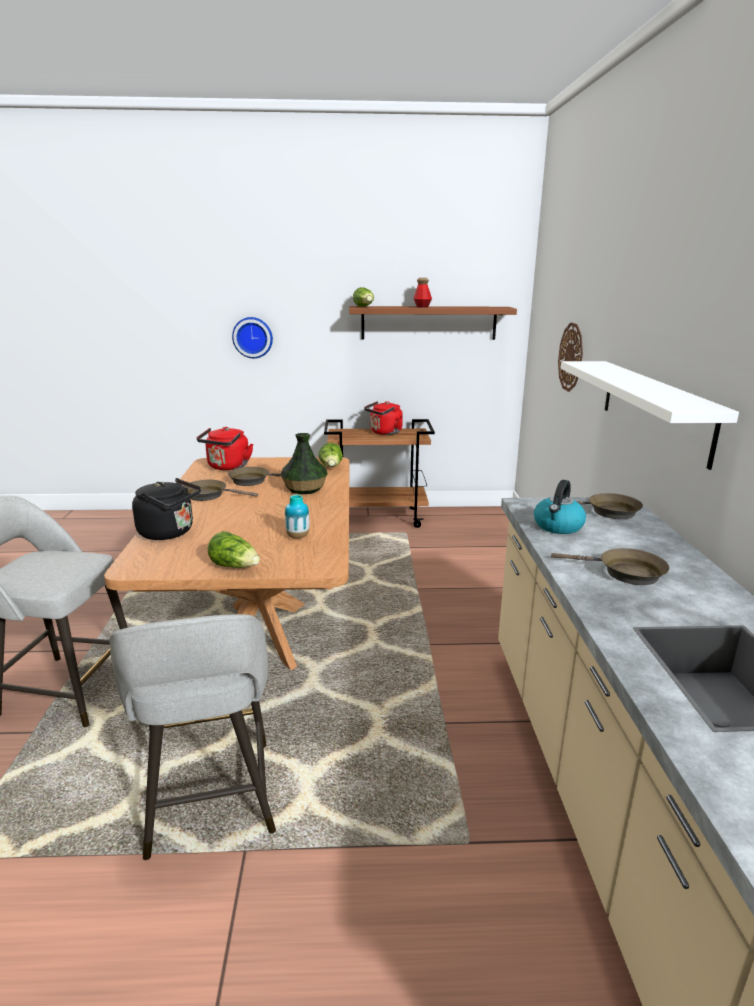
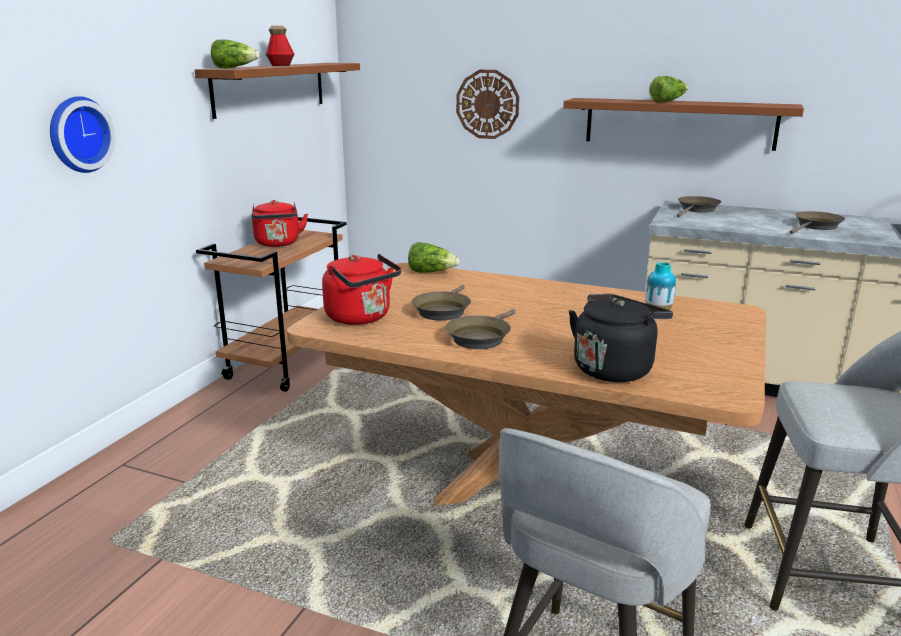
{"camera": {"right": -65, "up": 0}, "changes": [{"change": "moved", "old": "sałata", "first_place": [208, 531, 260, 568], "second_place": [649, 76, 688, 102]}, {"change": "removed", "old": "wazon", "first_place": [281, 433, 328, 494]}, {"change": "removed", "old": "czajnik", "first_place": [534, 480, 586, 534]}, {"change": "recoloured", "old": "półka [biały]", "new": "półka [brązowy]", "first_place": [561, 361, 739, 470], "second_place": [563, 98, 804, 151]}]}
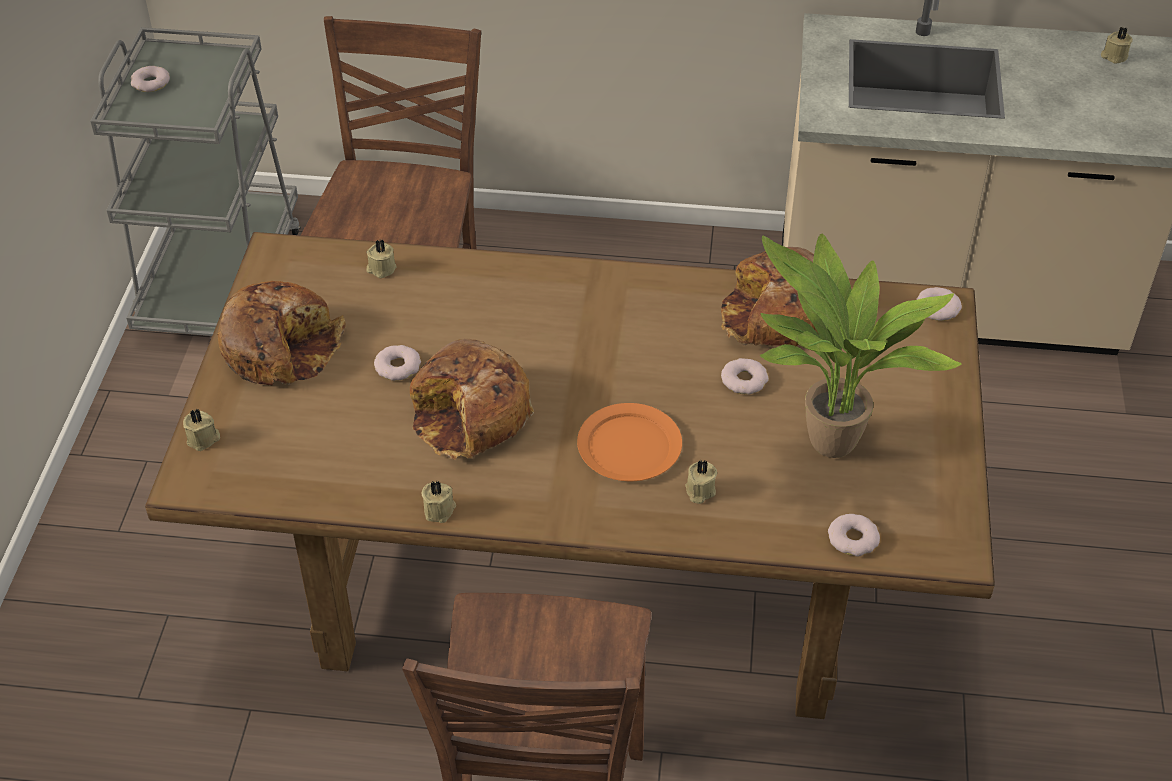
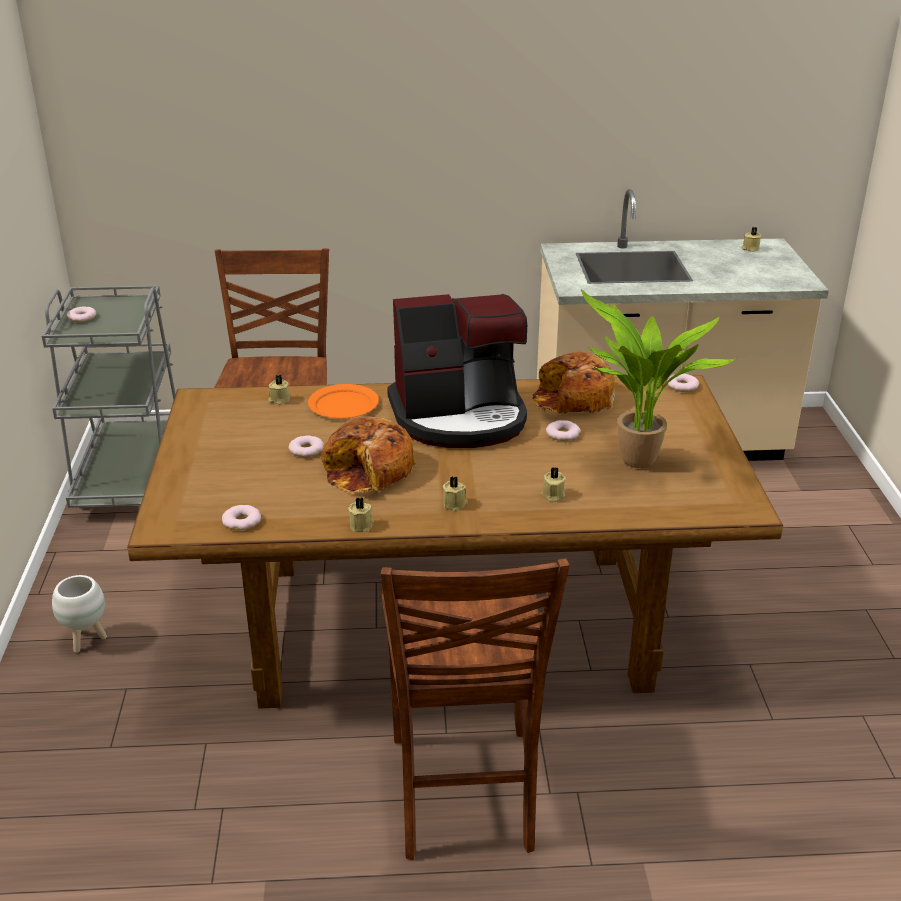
{"camera": {"right": -10, "up": -15}, "changes": [{"change": "moved", "old": "świeca [beżowy]", "first_place": [183, 409, 220, 451], "second_place": [443, 476, 468, 511]}, {"change": "removed", "old": "chleb", "first_place": [217, 281, 346, 385]}, {"change": "moved", "old": "talerz [pomarańczowy]", "first_place": [577, 403, 682, 481], "second_place": [308, 384, 379, 419]}, {"change": "moved", "old": "donut", "first_place": [828, 514, 880, 557], "second_place": [222, 505, 261, 530]}, {"change": "added", "new": "donica [biały]", "second_place": [52, 575, 107, 653]}, {"change": "added", "new": "ekspres do kawy", "second_place": [387, 294, 527, 448]}]}
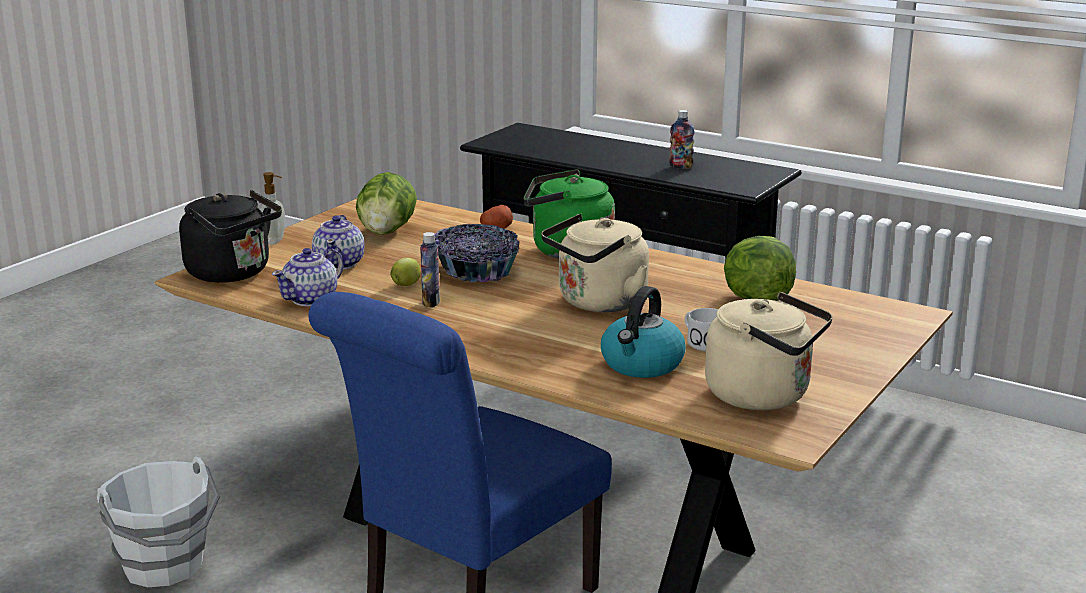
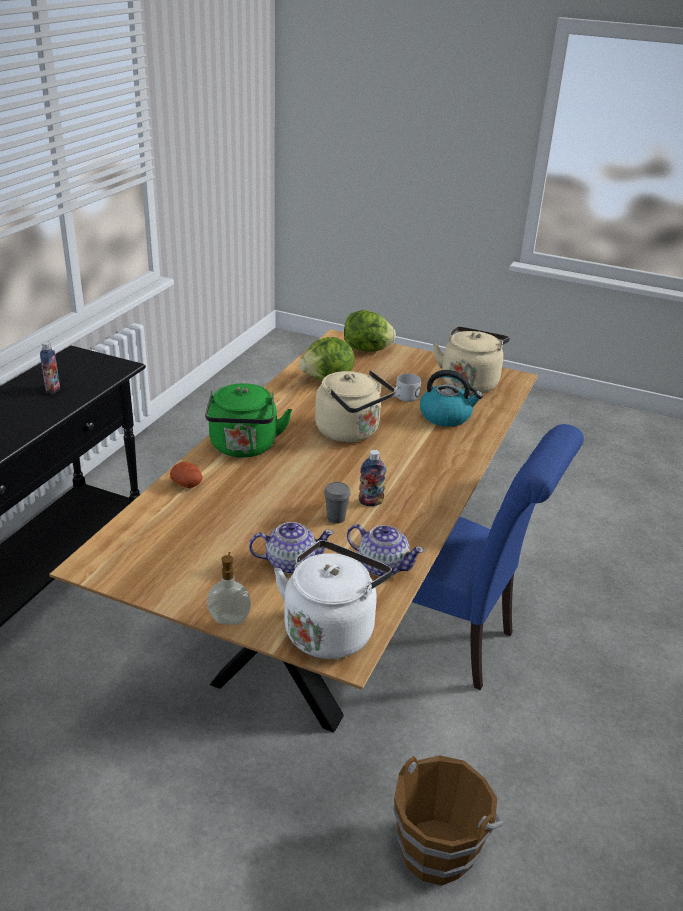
{"camera": {"right": -100, "up": 10}, "changes": [{"change": "recoloured", "old": "wiadro [biały]", "new": "wiadro [brązowy]", "first_place": [97, 456, 220, 587], "second_place": [393, 755, 504, 886]}, {"change": "recoloured", "old": "czajnik [czarny]", "new": "czajnik [biały]", "first_place": [179, 190, 282, 283], "second_place": [274, 540, 392, 659]}, {"change": "moved", "old": "sałata", "first_place": [356, 172, 417, 235], "second_place": [344, 310, 396, 352]}, {"change": "replaced", "old": "jabłko", "new": "filiżanka [szary]", "first_place": [391, 258, 420, 286], "second_place": [324, 482, 351, 524]}, {"change": "removed", "old": "miska", "first_place": [435, 224, 519, 282]}]}
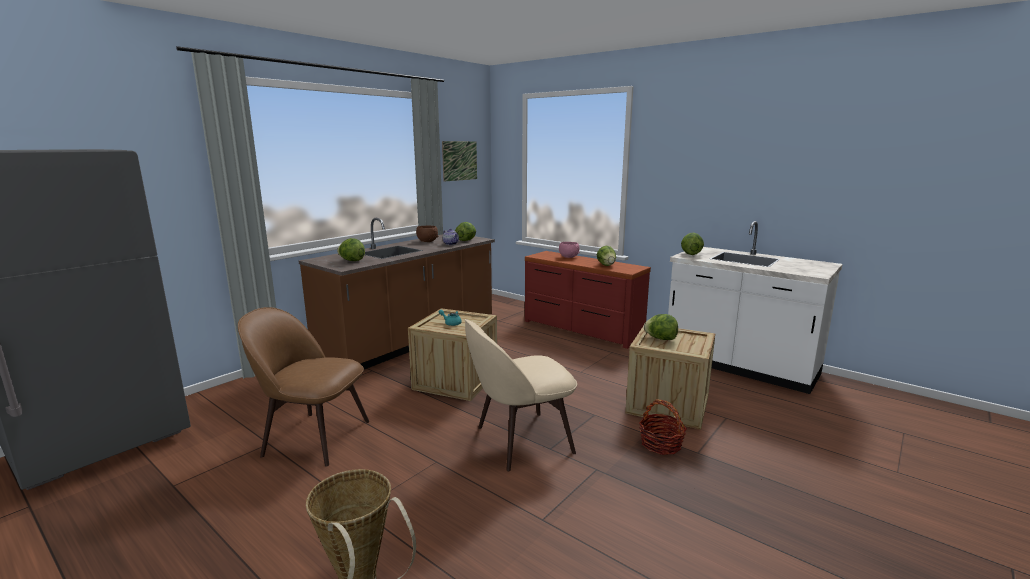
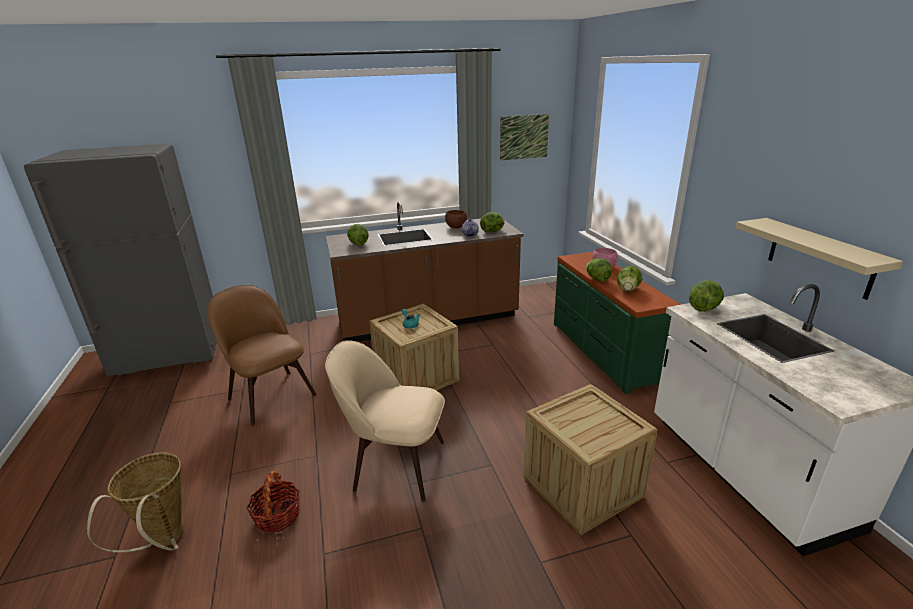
{"camera": {"right": 35, "up": 10}, "changes": [{"change": "recoloured", "old": "komoda [czerwony]", "new": "komoda [zielony]", "first_place": [525, 251, 651, 349], "second_place": [554, 252, 681, 394]}, {"change": "moved", "old": "koszyk", "first_place": [639, 400, 687, 455], "second_place": [247, 470, 300, 533]}, {"change": "moved", "old": "sałata", "first_place": [644, 314, 678, 340], "second_place": [586, 258, 612, 282]}, {"change": "added", "new": "półka [beżowy]", "second_place": [735, 218, 903, 300]}]}
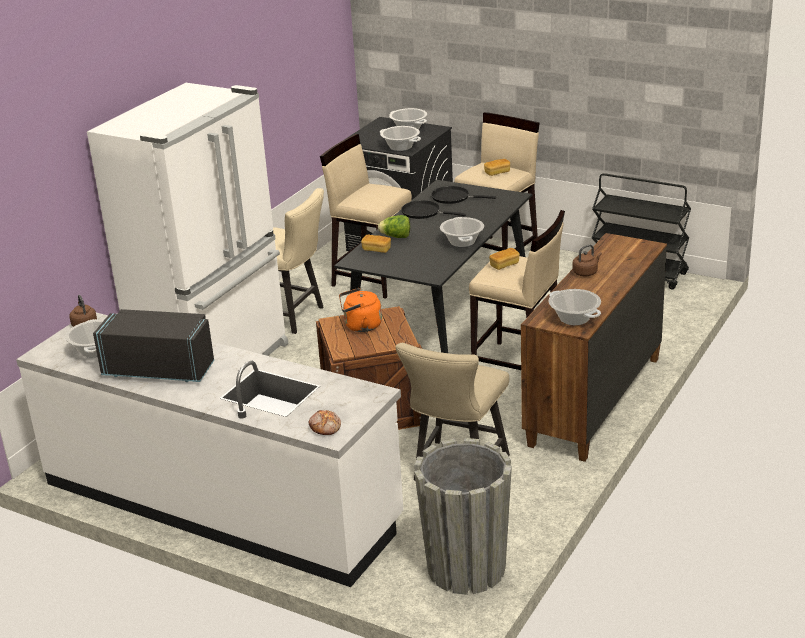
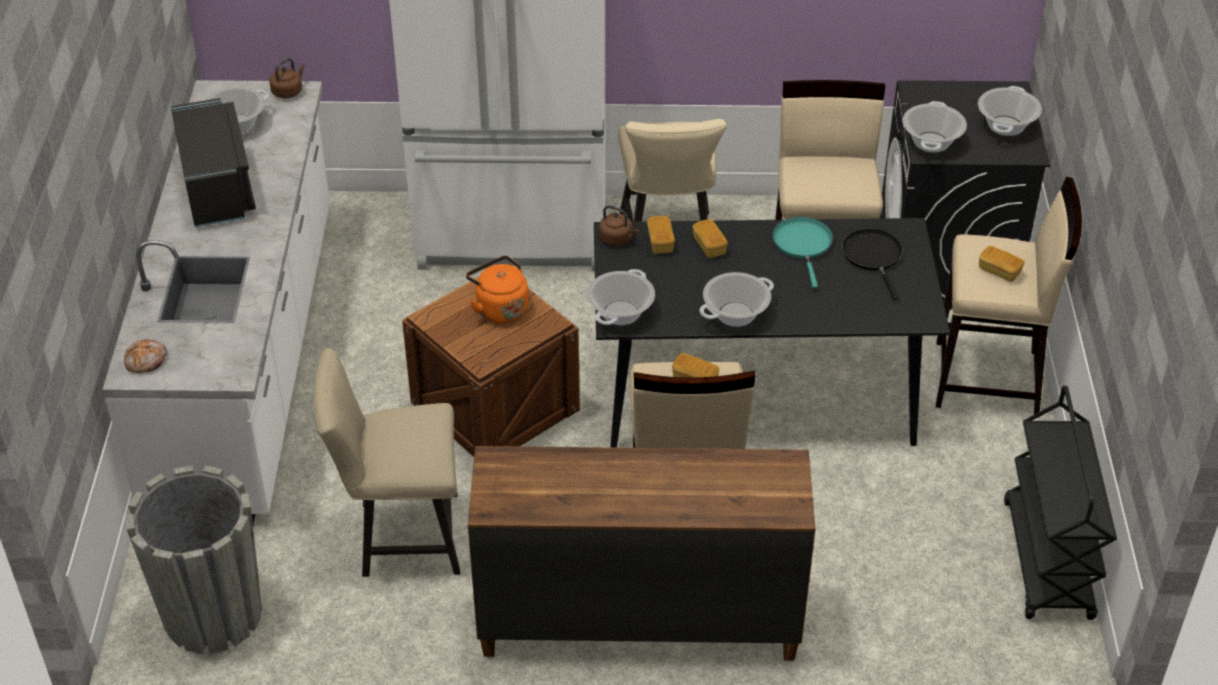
{"camera": {"right": 60, "up": 15}, "changes": [{"change": "replaced", "old": "sałata", "new": "chleb", "first_place": [378, 215, 410, 238], "second_place": [693, 219, 728, 258]}, {"change": "recoloured", "old": "patelnia [czarny]", "new": "patelnia [turkusowy]", "first_place": [401, 200, 466, 219], "second_place": [772, 217, 833, 288]}, {"change": "moved", "old": "garnek", "first_place": [548, 289, 601, 325], "second_place": [587, 269, 655, 325]}, {"change": "moved", "old": "czajnik [brązowy]", "first_place": [572, 244, 602, 276], "second_place": [599, 205, 639, 245]}]}
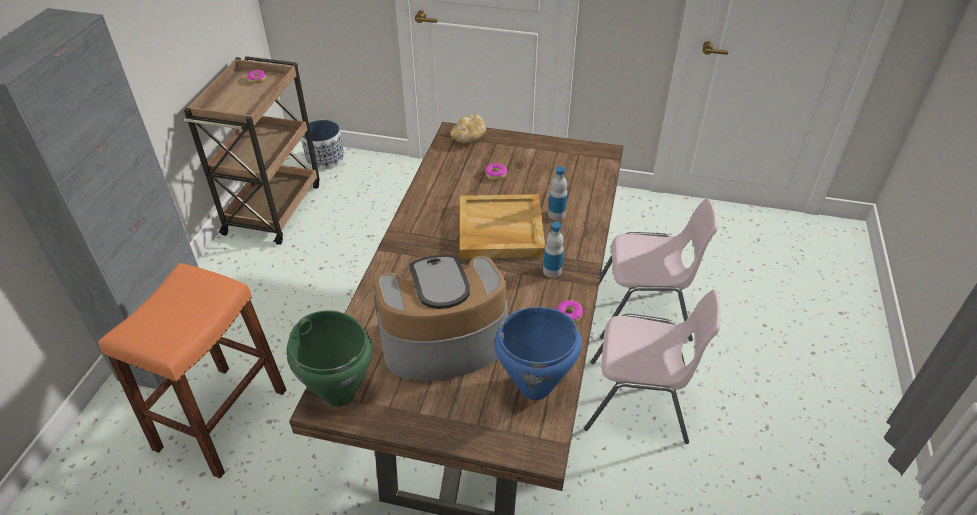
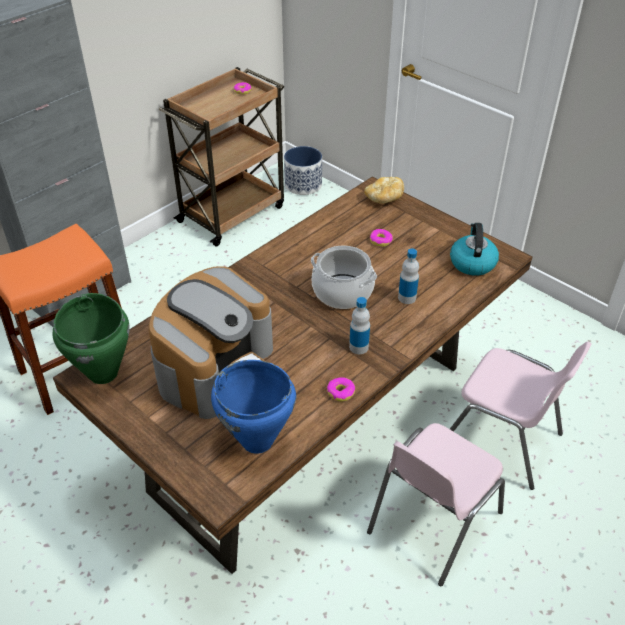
{"camera": {"right": 30, "up": 0}, "changes": [{"change": "turned", "old": "ekspres do kawy", "first_place": [374, 255, 508, 381], "second_place": [148, 266, 273, 419], "degrees": 105}, {"change": "replaced", "old": "taca [beżowy]", "new": "garnek", "first_place": [460, 194, 545, 259], "second_place": [311, 246, 377, 309]}, {"change": "turned", "old": "krzesło [różowy]", "first_place": [584, 290, 720, 444], "second_place": [367, 423, 505, 586], "degrees": 90}, {"change": "added", "new": "czajnik", "second_place": [450, 223, 499, 276]}]}
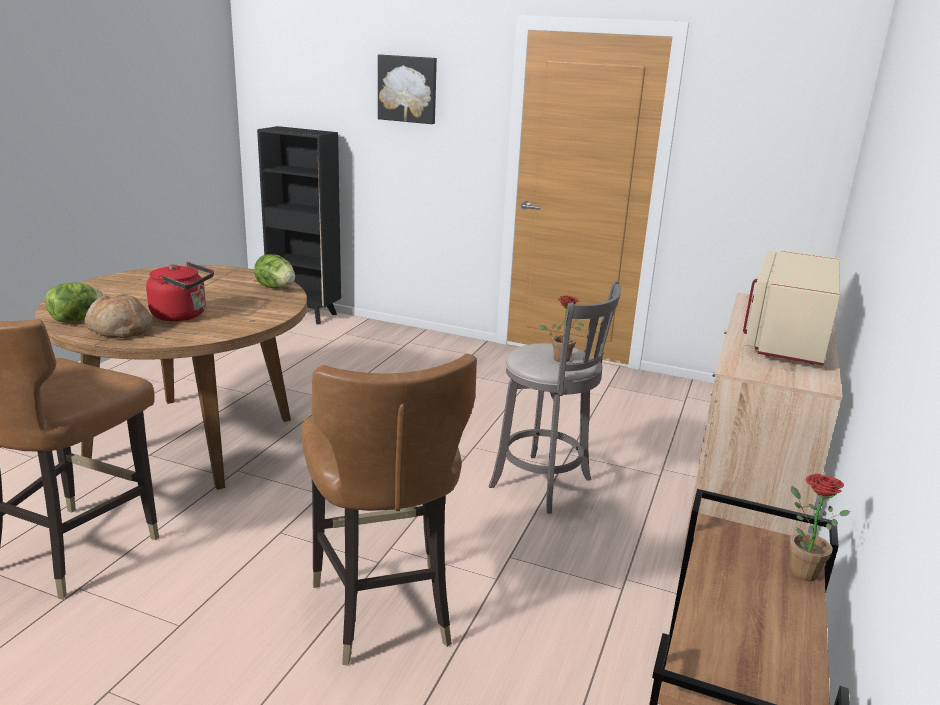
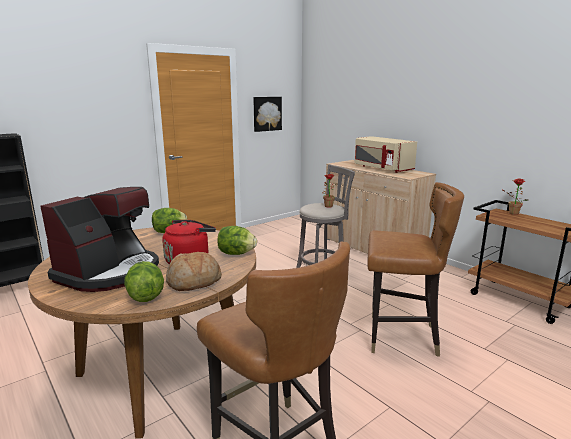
{"camera": {"right": -60, "up": -5}, "changes": [{"change": "moved", "old": "obraz", "first_place": [378, 55, 437, 124], "second_place": [253, 97, 282, 132]}, {"change": "added", "new": "ekspres do kawy", "second_place": [40, 187, 159, 292]}, {"change": "added", "new": "sałata", "second_place": [217, 226, 257, 255]}]}
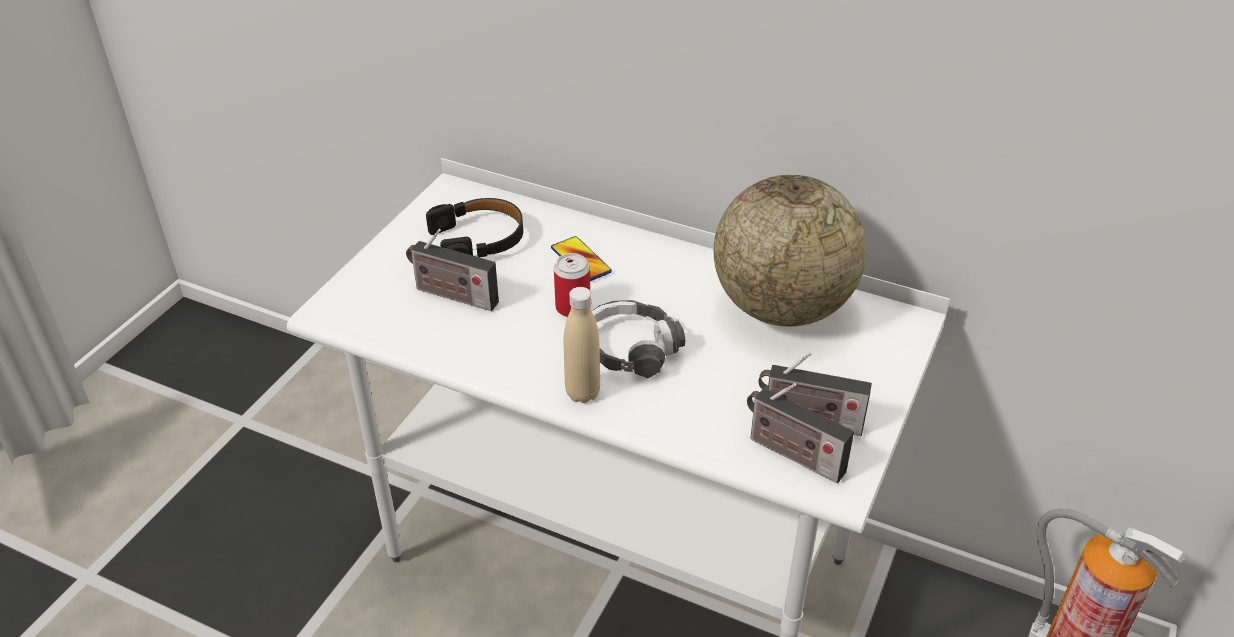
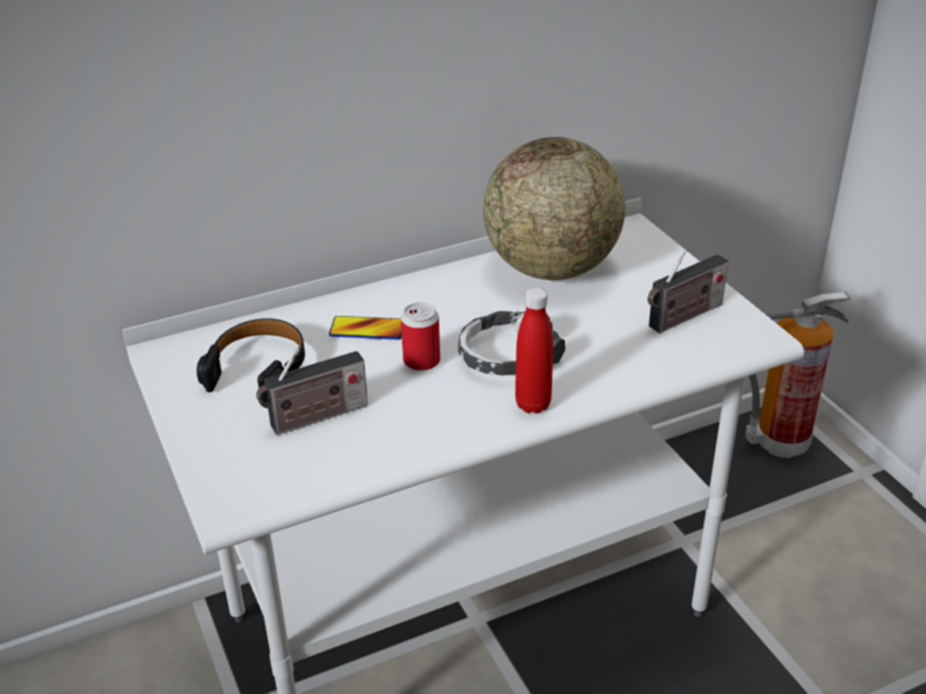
{"camera": {"right": -50, "up": -5}, "changes": [{"change": "recoloured", "old": "butelka [beżowy]", "new": "butelka [czerwony]", "first_place": [564, 287, 600, 403], "second_place": [515, 287, 553, 414]}, {"change": "removed", "old": "radio", "first_place": [747, 383, 854, 483]}]}
